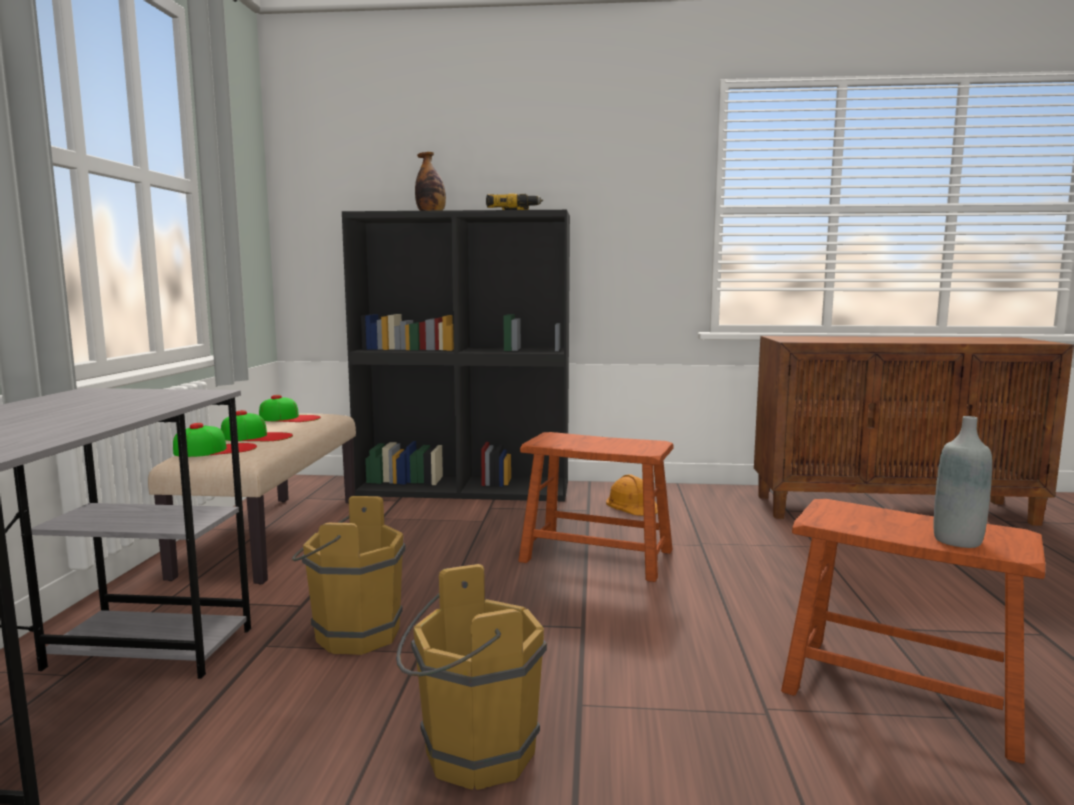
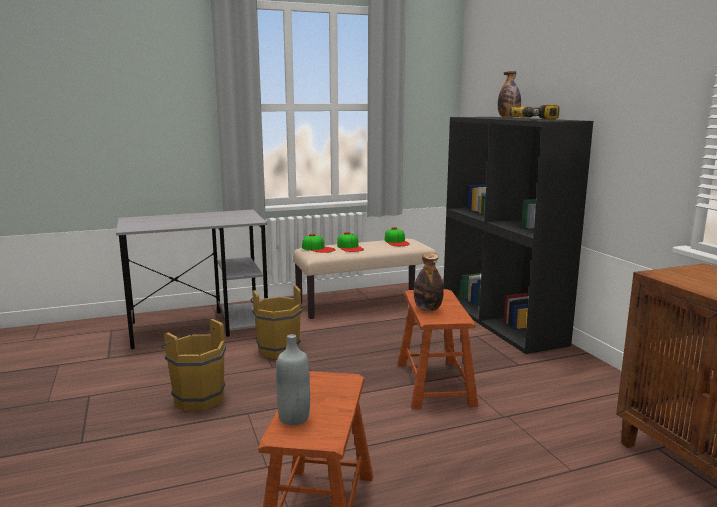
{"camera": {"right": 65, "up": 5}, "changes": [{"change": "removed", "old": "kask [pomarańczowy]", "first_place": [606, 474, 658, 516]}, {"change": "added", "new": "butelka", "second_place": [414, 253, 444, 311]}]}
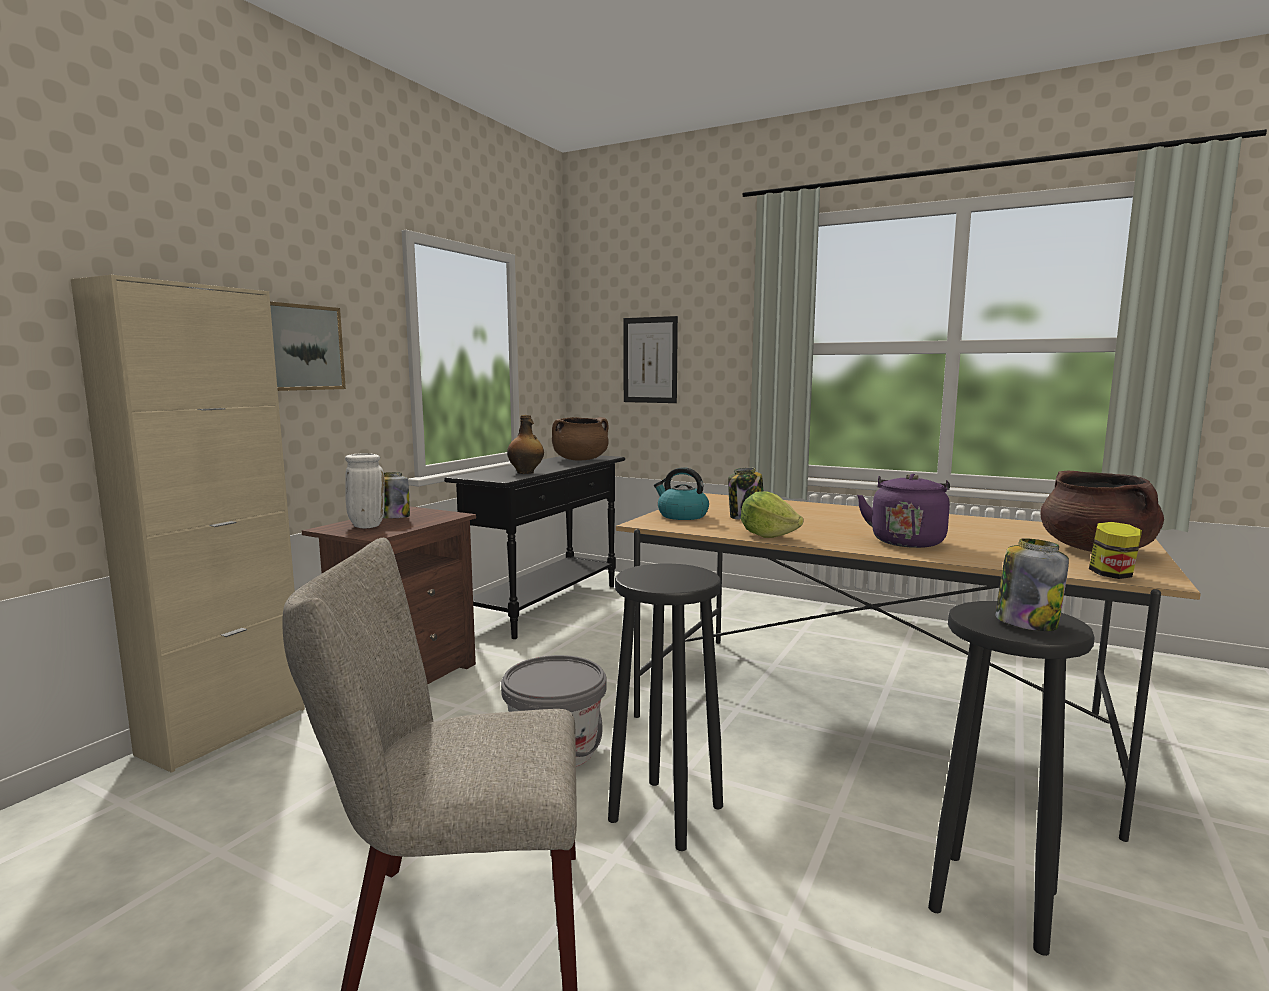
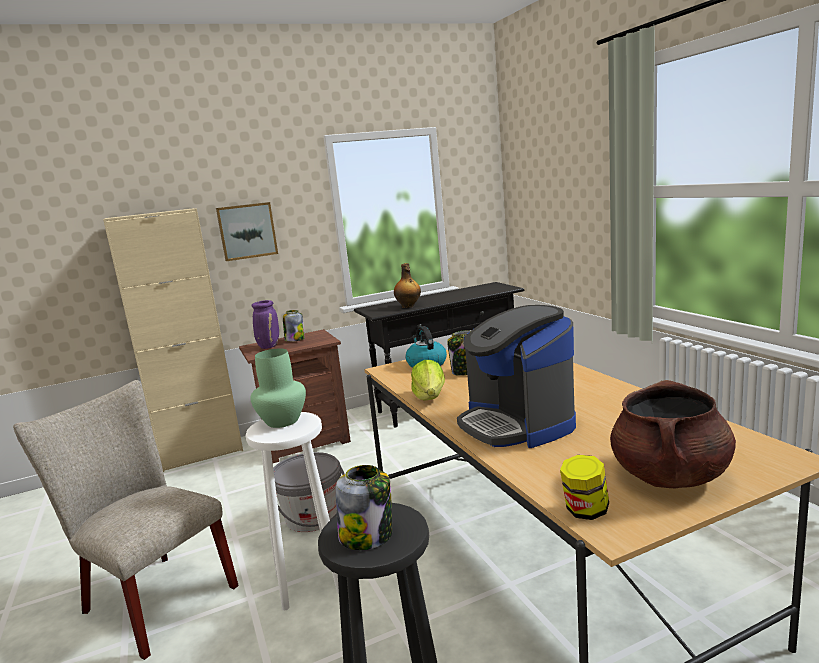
{"camera": {"right": 40, "up": 5}, "changes": [{"change": "recoloured", "old": "wazon [biały]", "new": "wazon [fioletowy]", "first_place": [345, 453, 385, 528], "second_place": [252, 300, 279, 349]}, {"change": "removed", "old": "garnek [brązowy]", "first_place": [552, 417, 609, 461]}, {"change": "recoloured", "old": "stołek [czarny]", "new": "stołek [biały]", "first_place": [608, 563, 723, 851], "second_place": [246, 412, 339, 610]}, {"change": "removed", "old": "obraz", "first_place": [623, 316, 678, 403]}, {"change": "replaced", "old": "czajnik [fioletowy]", "new": "ekspres do kawy", "first_place": [857, 474, 950, 548], "second_place": [457, 305, 576, 448]}, {"change": "added", "new": "wazon [zielony]", "second_place": [250, 348, 306, 428]}]}
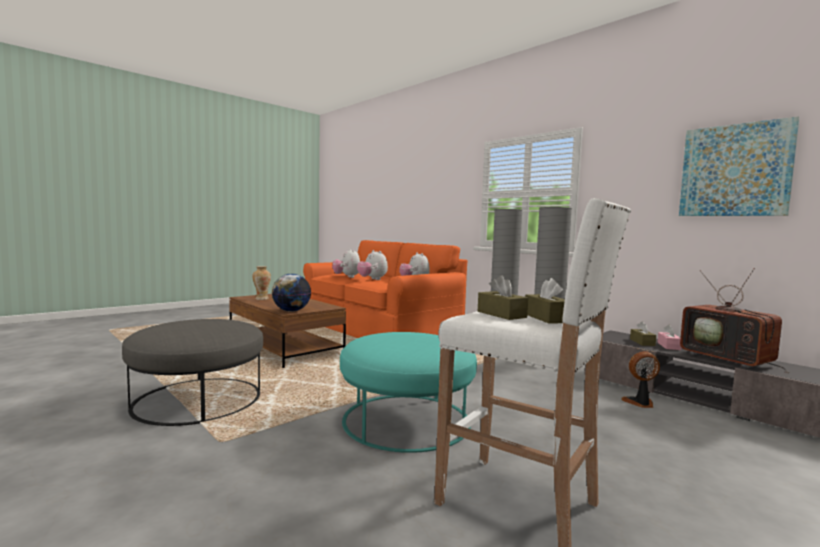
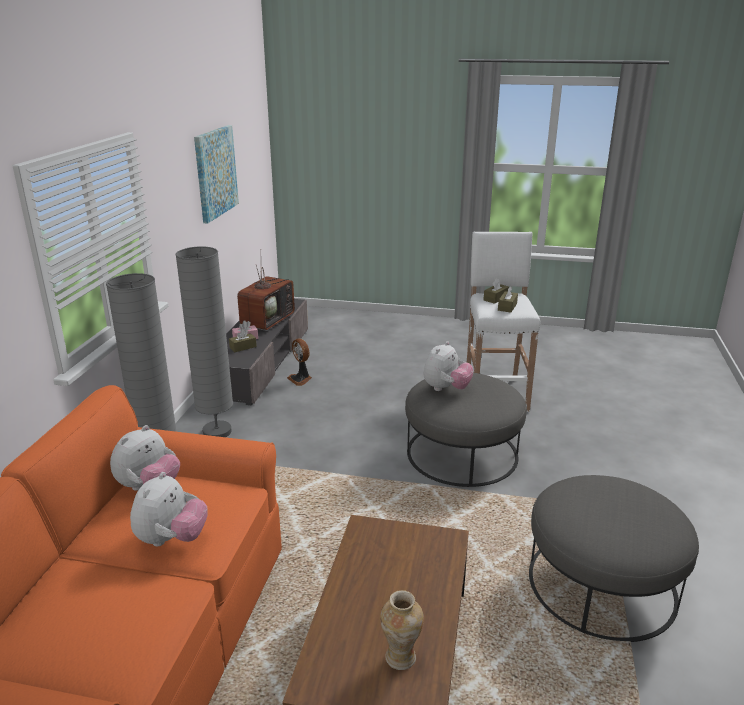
{"camera": {"right": -125, "up": 20}, "changes": [{"change": "removed", "old": "globus", "first_place": [272, 274, 311, 312]}, {"change": "moved", "old": "pluszak", "first_place": [332, 249, 360, 278], "second_place": [424, 341, 474, 391]}, {"change": "recoloured", "old": "pufa [turkusowy]", "new": "pufa [szary]", "first_place": [340, 332, 477, 453], "second_place": [405, 373, 527, 487]}]}
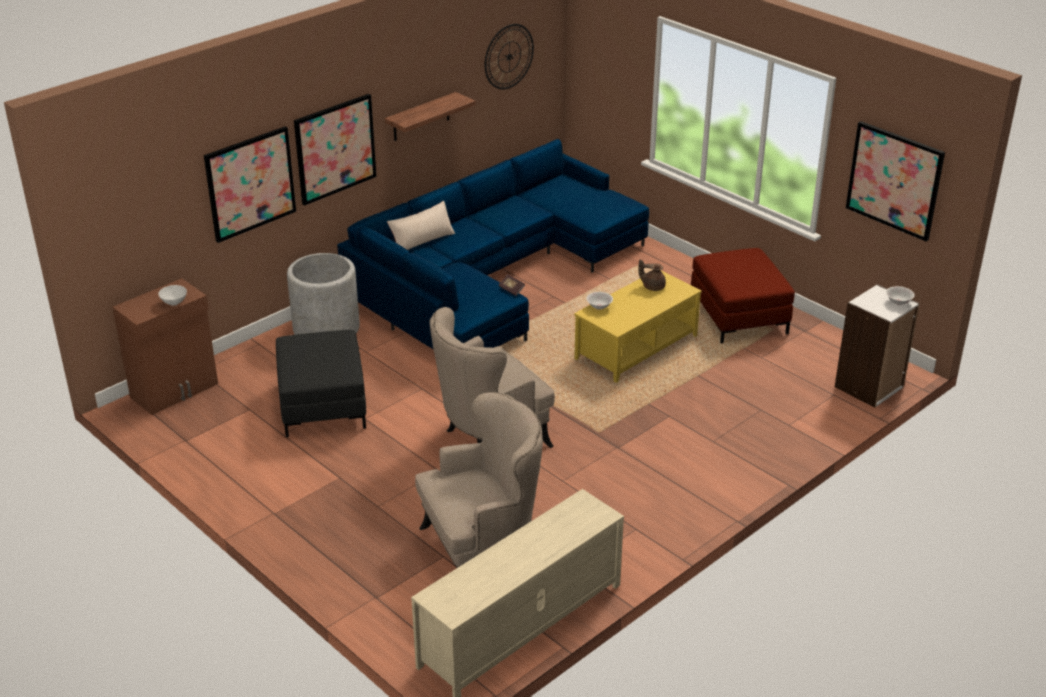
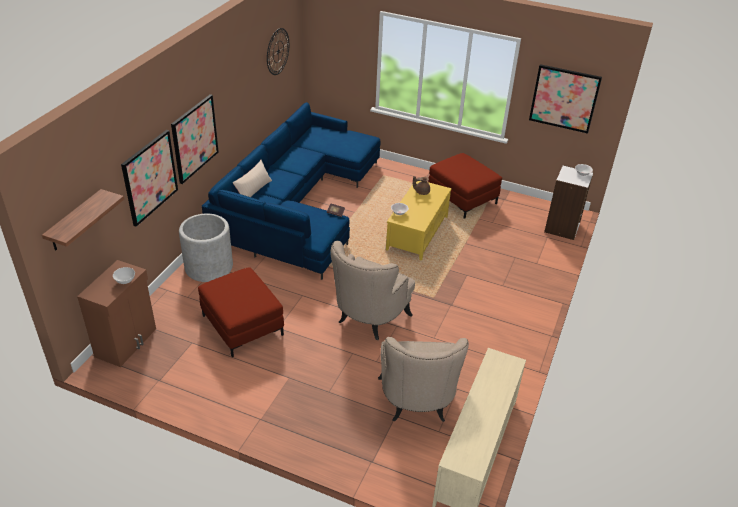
{"camera": {"right": -25, "up": 5}, "changes": [{"change": "recoloured", "old": "pufa [czarny]", "new": "pufa [czerwony]", "first_place": [276, 330, 366, 437], "second_place": [198, 267, 284, 357]}, {"change": "moved", "old": "półka", "first_place": [385, 92, 476, 141], "second_place": [42, 189, 124, 251]}, {"change": "turned", "old": "fotel [beżowy]", "first_place": [415, 392, 543, 568], "second_place": [378, 337, 469, 422], "degrees": 135}]}
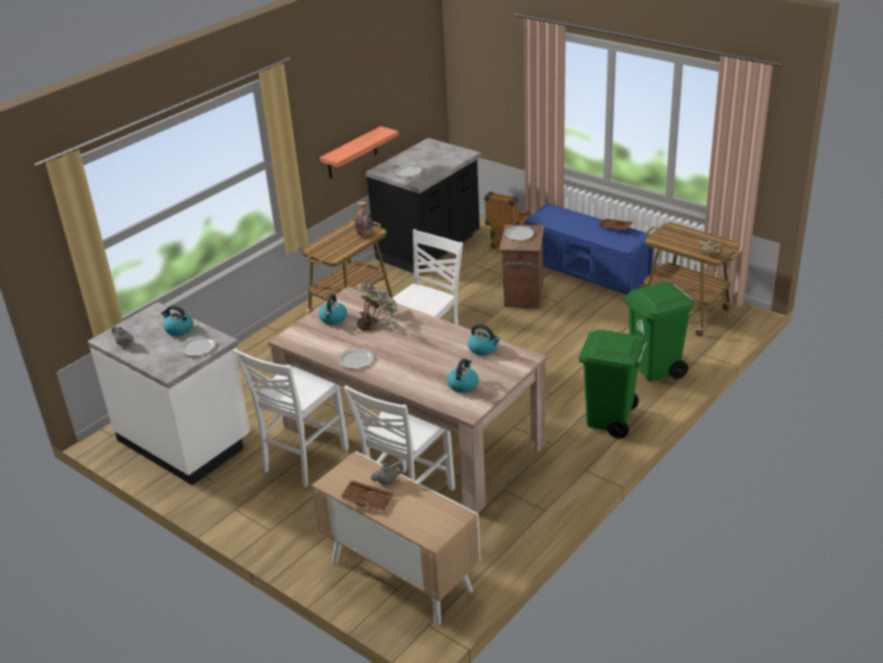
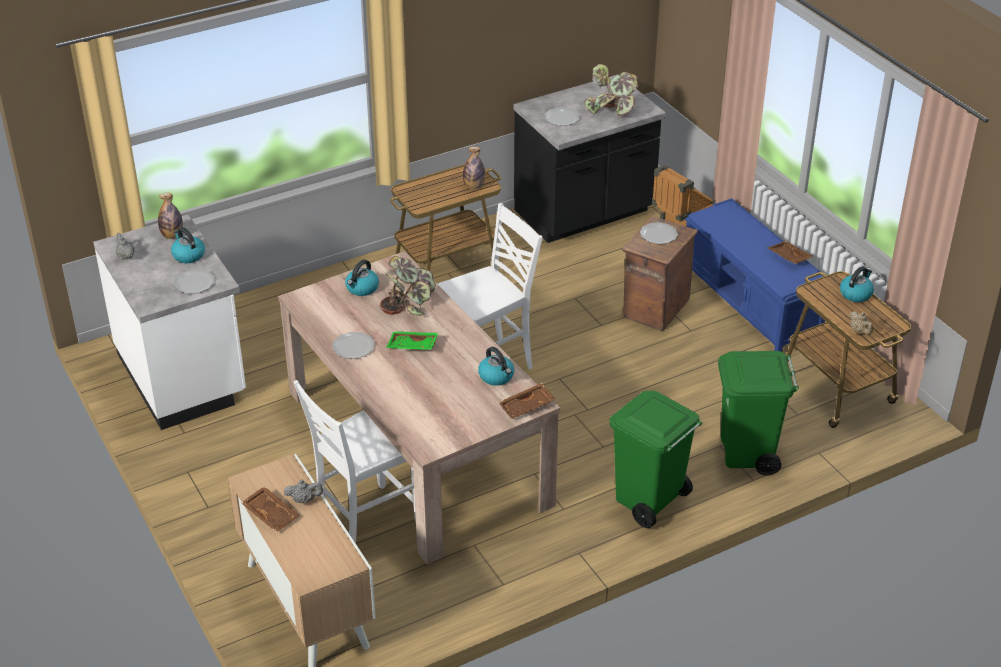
{"camera": {"right": 20, "up": 5}, "changes": [{"change": "removed", "old": "krzesło [biały]", "first_place": [234, 349, 349, 487]}, {"change": "removed", "old": "półka", "first_place": [320, 126, 399, 179]}, {"change": "moved", "old": "czajnik", "first_place": [447, 359, 478, 393], "second_place": [840, 266, 874, 302]}, {"change": "added", "new": "butelka", "second_place": [158, 193, 183, 239]}, {"change": "added", "new": "taca [zielony]", "second_place": [386, 331, 438, 350]}, {"change": "added", "new": "taca [brązowy]", "second_place": [498, 383, 555, 419]}, {"change": "added", "new": "roślina doniczkowa", "second_place": [584, 64, 638, 116]}]}
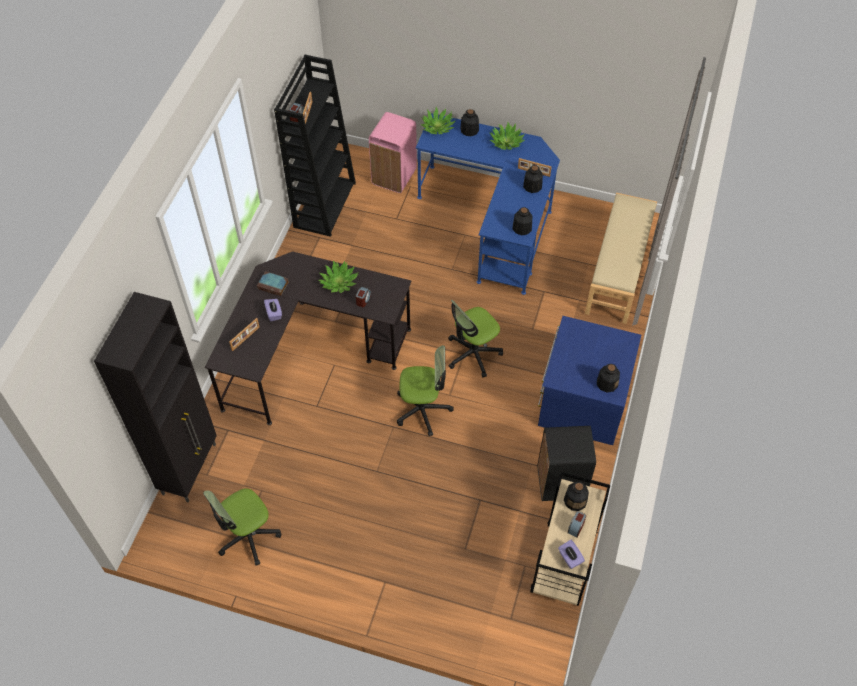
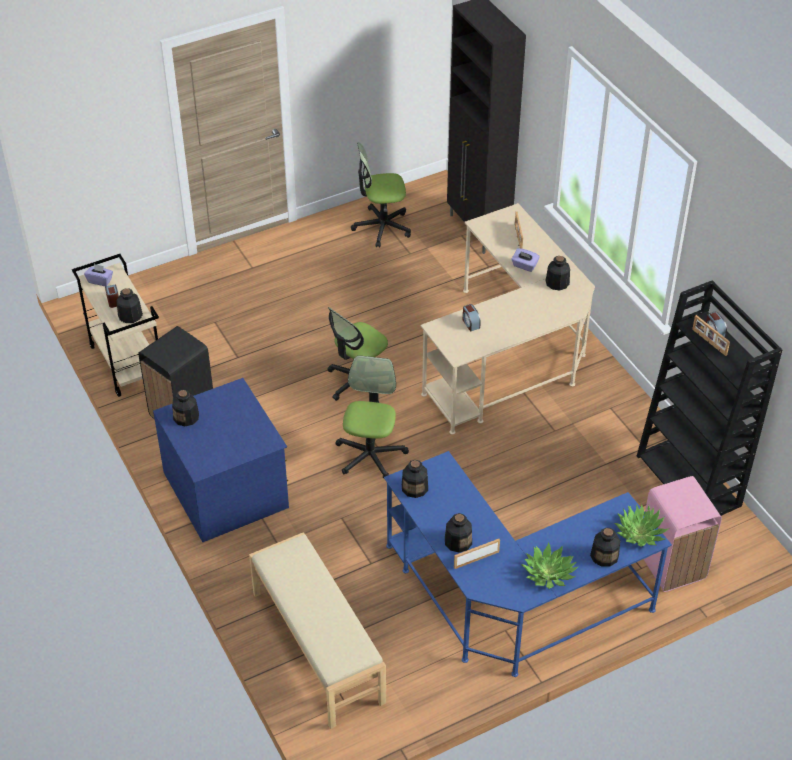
{"camera": {"right": 135, "up": -10}, "changes": [{"change": "turned", "old": "krzesło biurowe", "first_place": [203, 488, 281, 566], "second_place": [351, 142, 411, 248], "degrees": -105}, {"change": "recoloured", "old": "biurko [czarny]", "new": "biurko [beżowy]", "first_place": [205, 251, 411, 425], "second_place": [421, 203, 595, 435]}, {"change": "replaced", "old": "książka", "new": "butelka", "first_place": [257, 271, 289, 296], "second_place": [546, 256, 570, 291]}, {"change": "removed", "old": "roślina doniczkowa", "first_place": [318, 261, 359, 293]}]}
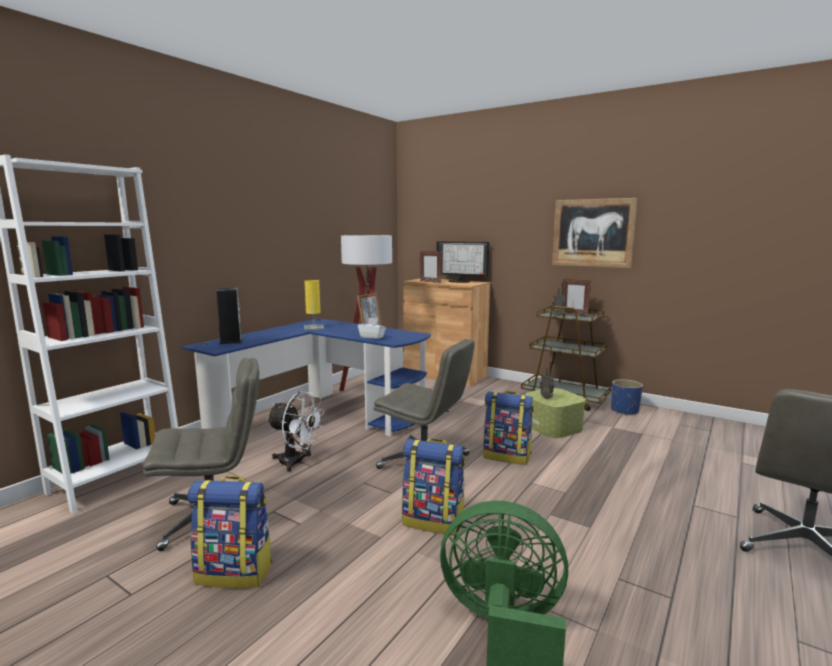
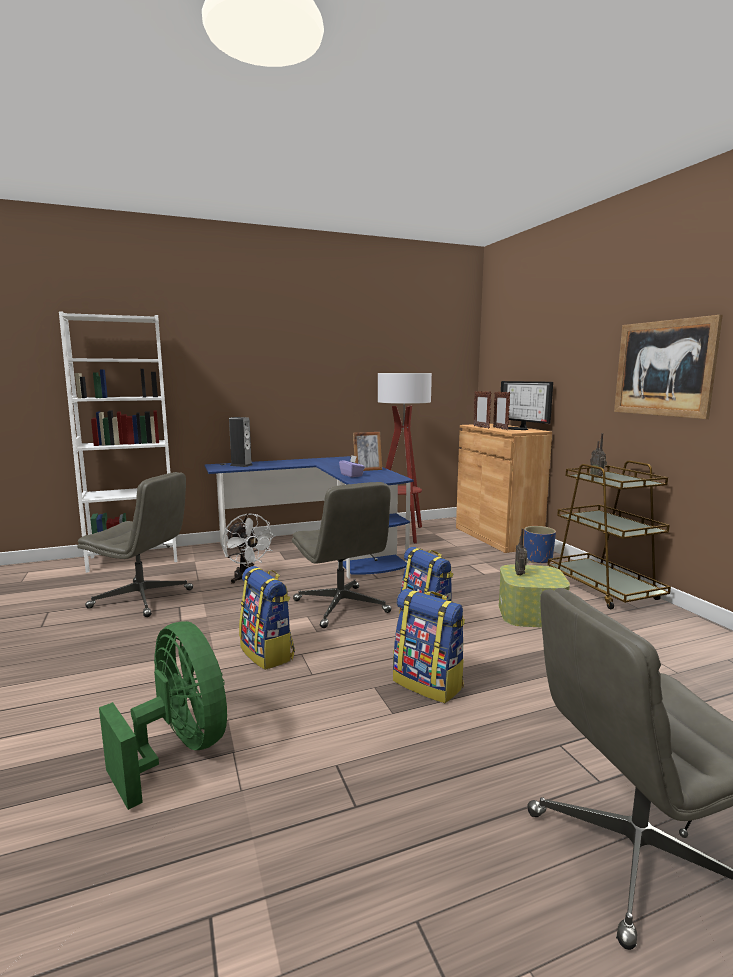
{"camera": {"right": 35, "up": 0}, "changes": [{"change": "moved", "old": "plecak", "first_place": [188, 476, 273, 588], "second_place": [393, 589, 465, 703]}, {"change": "removed", "old": "lampa stołowa [żółty]", "first_place": [304, 280, 324, 330]}, {"change": "recoloured", "old": "pudełko chusteczek [biały]", "new": "pudełko chusteczek [fioletowy]", "first_place": [358, 318, 386, 339], "second_place": [339, 456, 365, 477]}, {"change": "moved", "old": "ramka na zdjęcie", "first_place": [563, 278, 591, 316], "second_place": [493, 391, 510, 430]}, {"change": "moved", "old": "donica [niebieski]", "first_place": [611, 379, 643, 416], "second_place": [524, 526, 556, 563]}]}
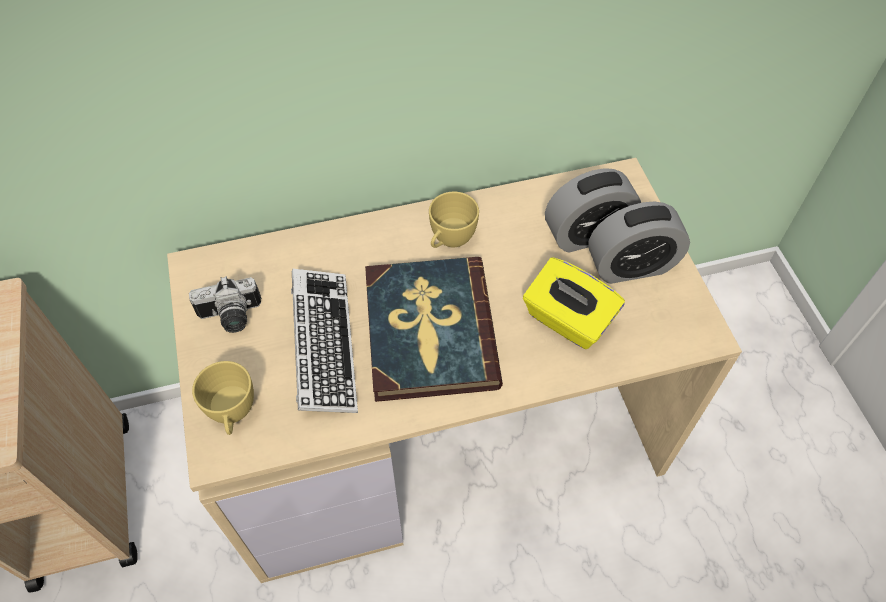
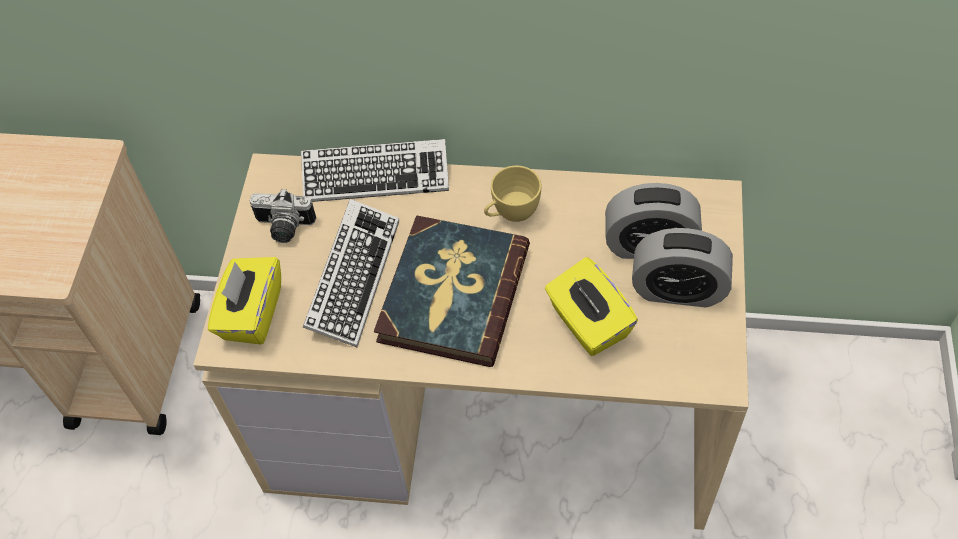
{"camera": {"right": 25, "up": 0}, "changes": [{"change": "replaced", "old": "filiżanka [żółty]", "new": "pudełko chusteczek [żółty]", "first_place": [192, 361, 254, 435], "second_place": [208, 257, 281, 344]}, {"change": "added", "new": "klawiatura", "second_place": [301, 139, 449, 202]}]}
